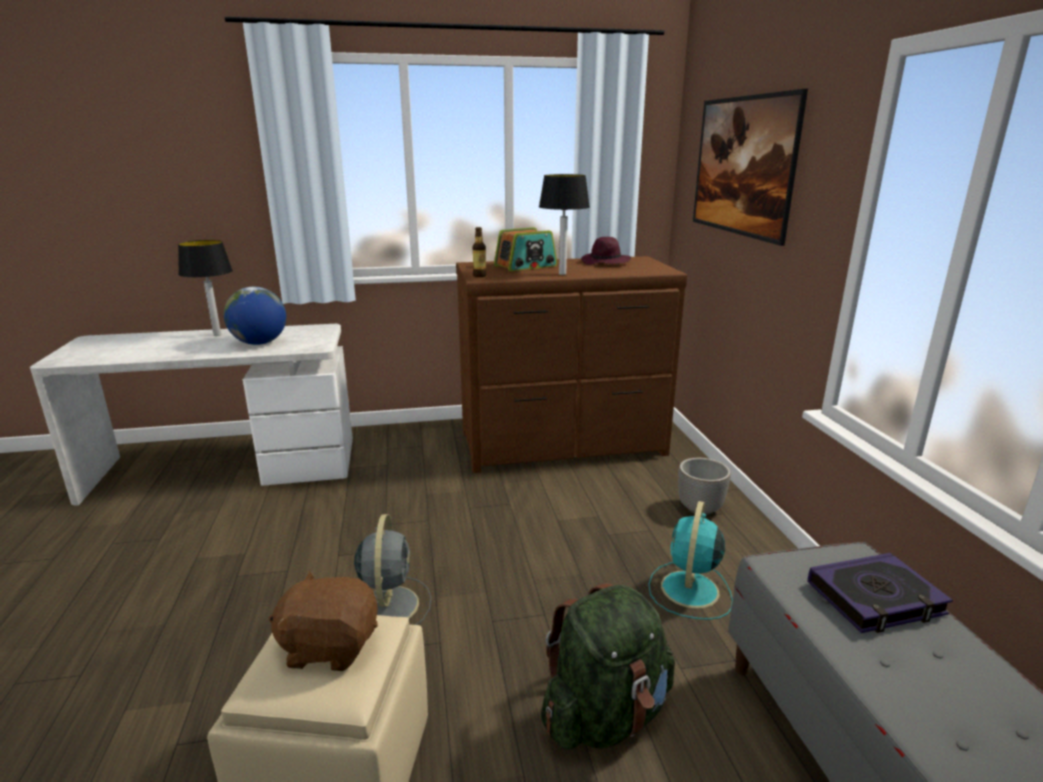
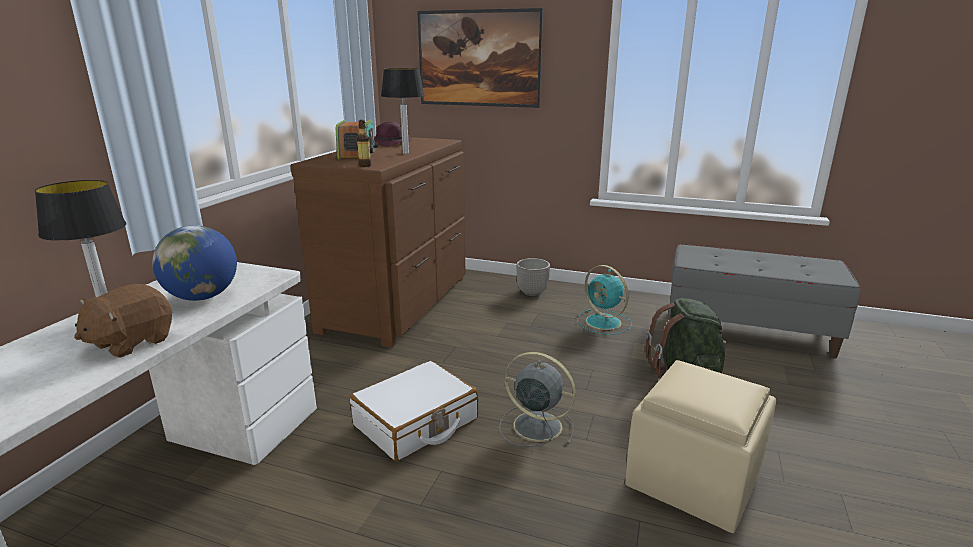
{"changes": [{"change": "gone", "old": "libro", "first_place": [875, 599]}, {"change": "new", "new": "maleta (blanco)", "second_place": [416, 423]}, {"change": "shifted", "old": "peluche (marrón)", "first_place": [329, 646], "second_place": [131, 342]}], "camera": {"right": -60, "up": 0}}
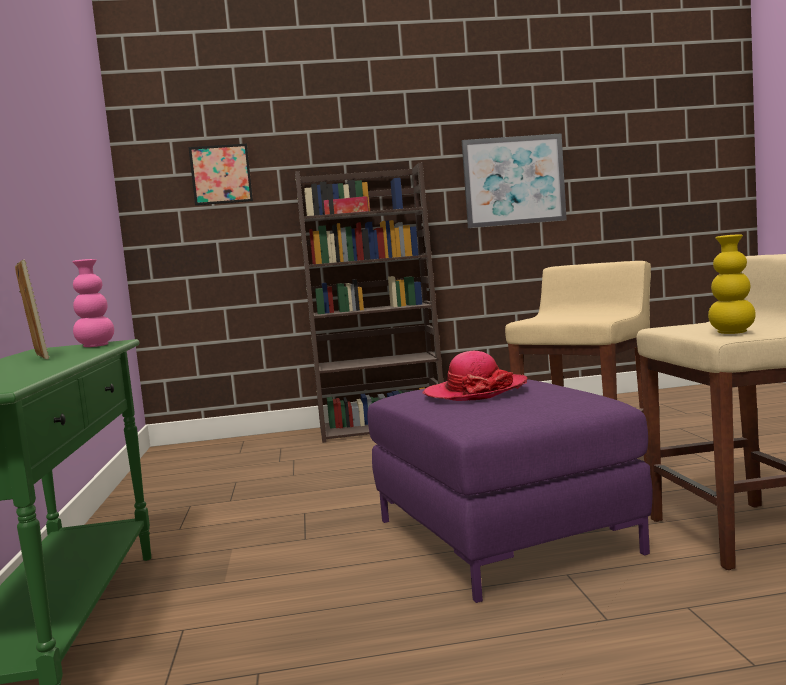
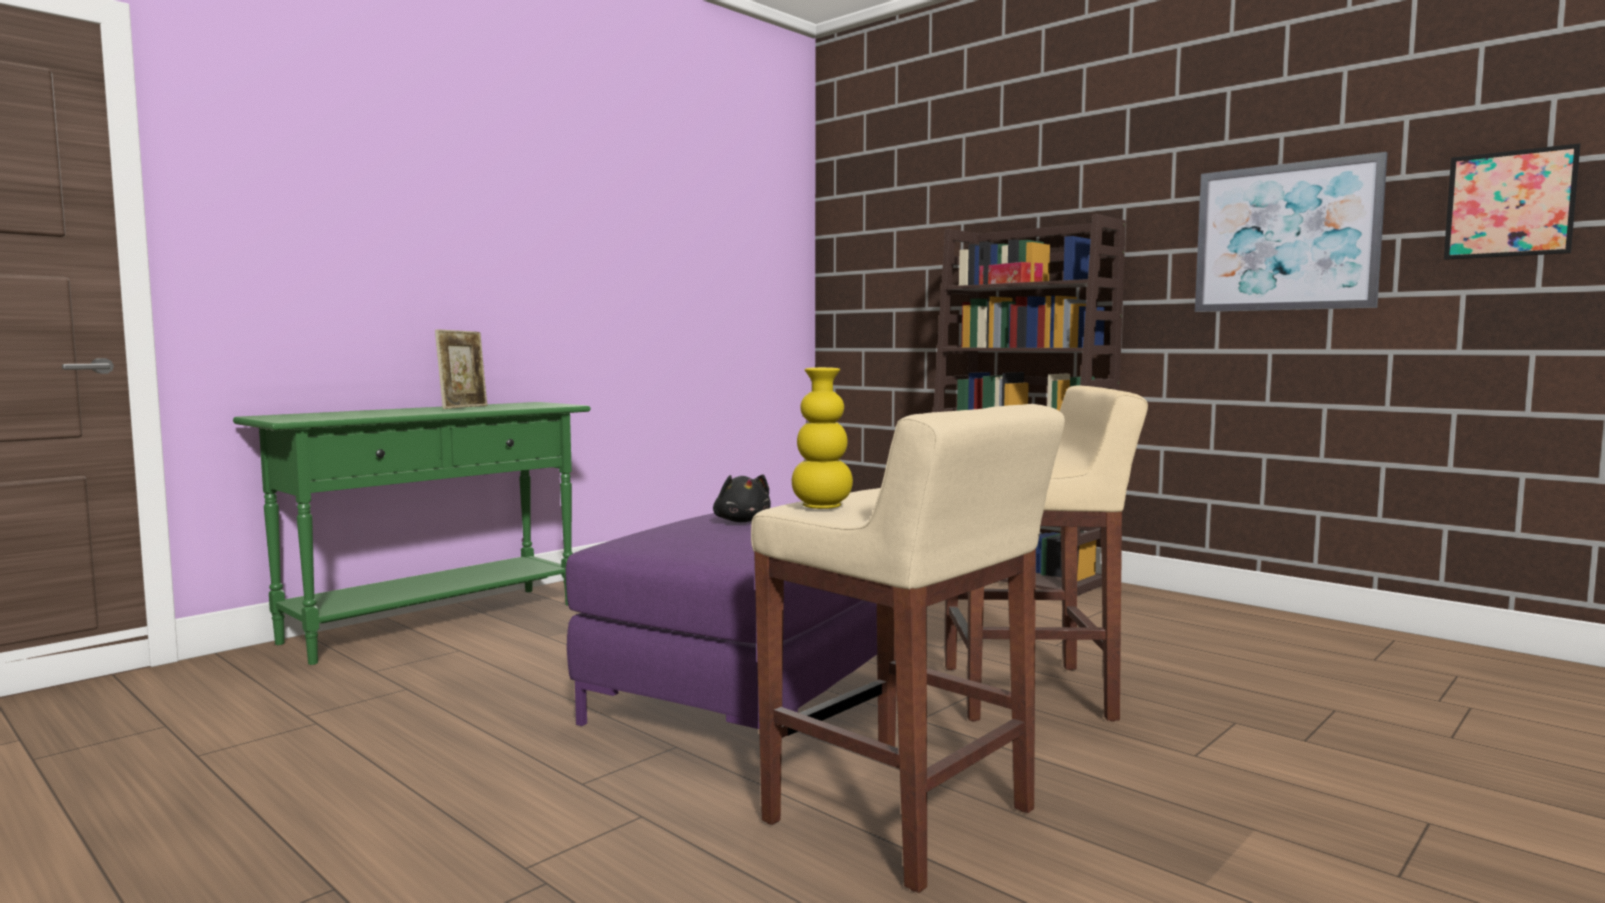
{"changes": [{"change": "gone", "old": "florero (rosa)", "first_place": [96, 346]}, {"change": "shifted", "old": "cuadro", "first_place": [221, 174], "second_place": [1509, 204]}, {"change": "swapped", "old": "sombrero", "new": "peluche (negro)", "first_place": [475, 392], "second_place": [741, 521]}], "camera": {"right": 50, "up": 0}}
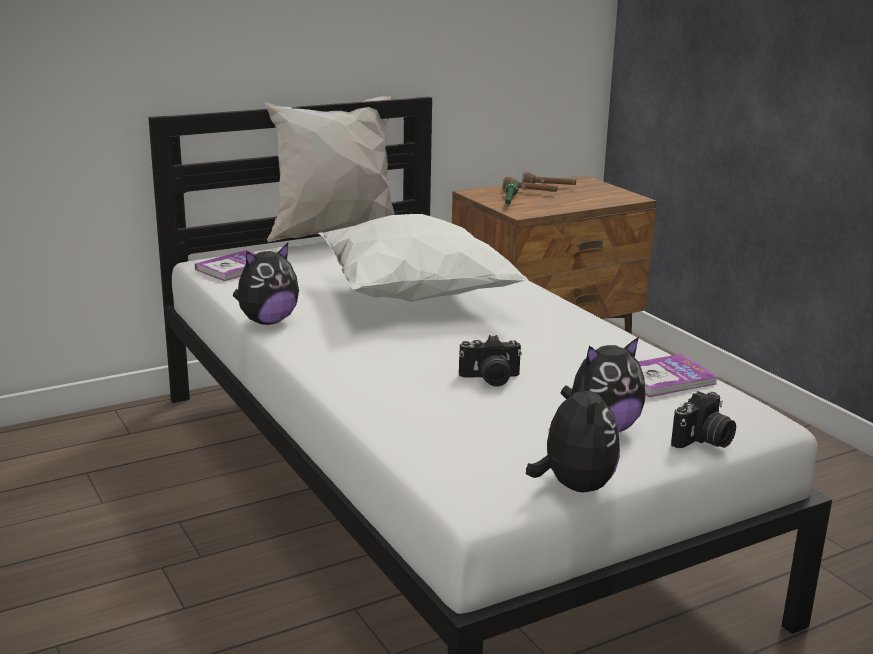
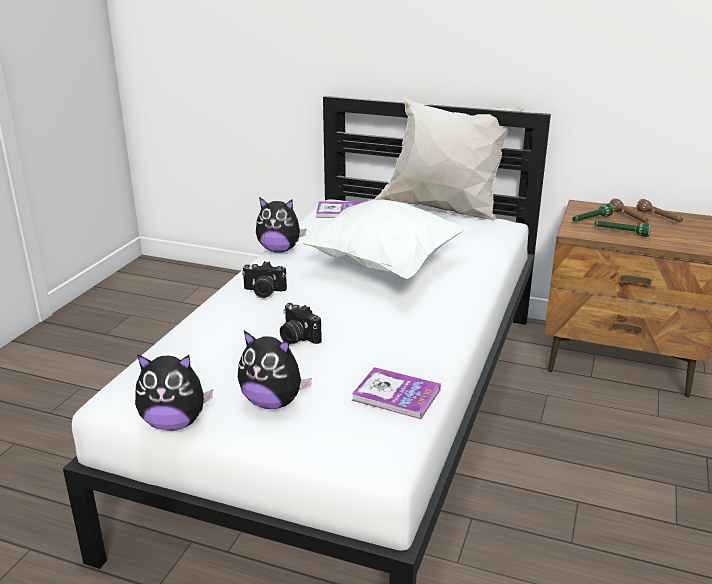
{"changes": [{"change": "new", "new": "linterna (verde)", "second_place": [621, 232]}, {"change": "shifted", "old": "cámara", "first_place": [703, 441], "second_place": [263, 292]}, {"change": "rotated", "old": "peluche", "first_place": [573, 486], "second_place": [174, 423], "degrees": 45}], "camera": {"right": 50, "up": 5}}
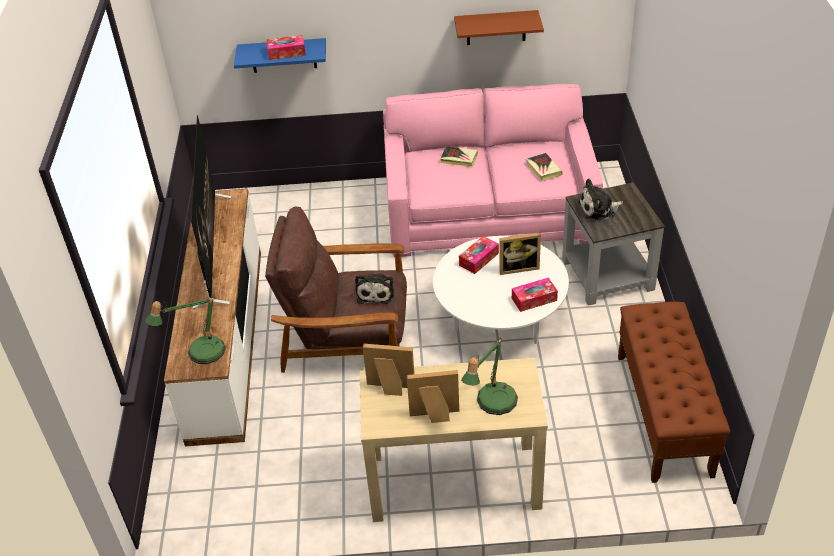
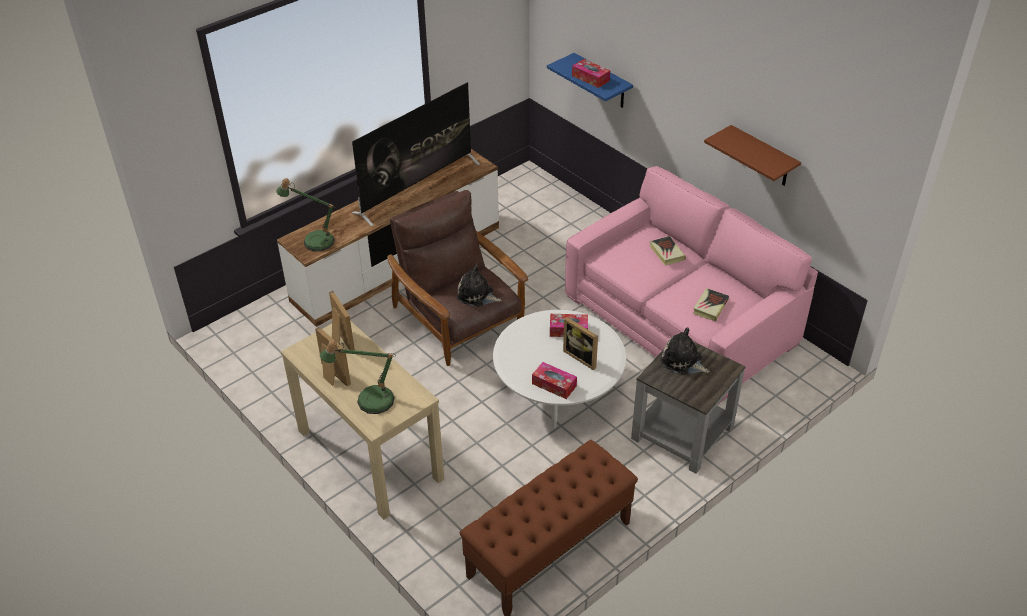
{"changes": [{"change": "rotated", "old": "peluche", "first_place": [376, 292], "second_place": [477, 295], "degrees": 60}], "camera": {"right": 50, "up": 0}}
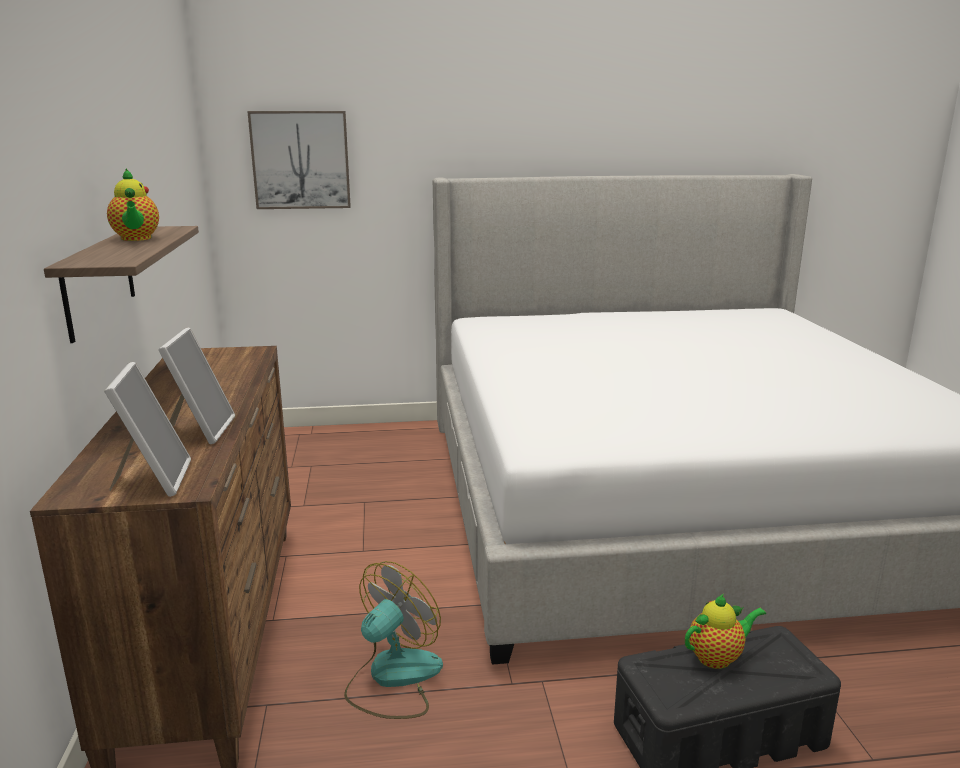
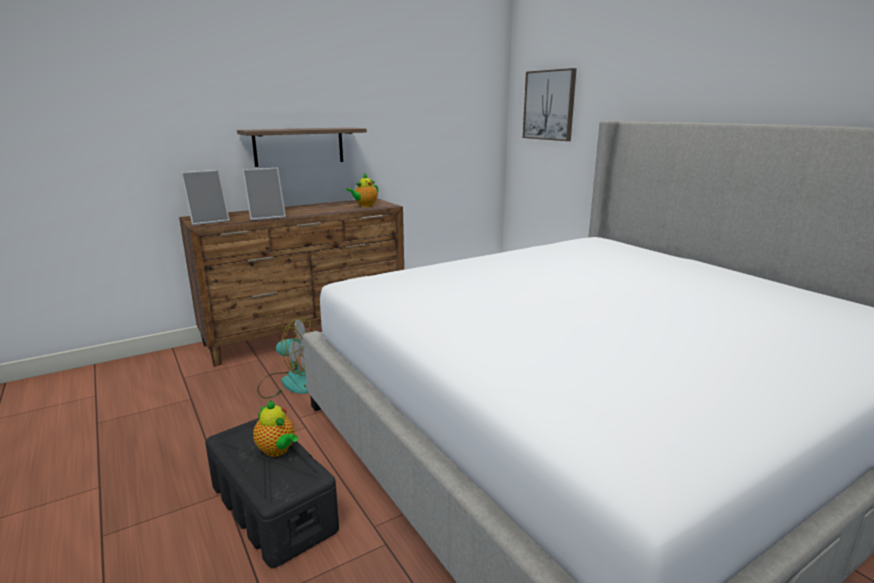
{"changes": [{"change": "shifted", "old": "tetera", "first_place": [136, 239], "second_place": [365, 205]}], "camera": {"right": 65, "up": 0}}
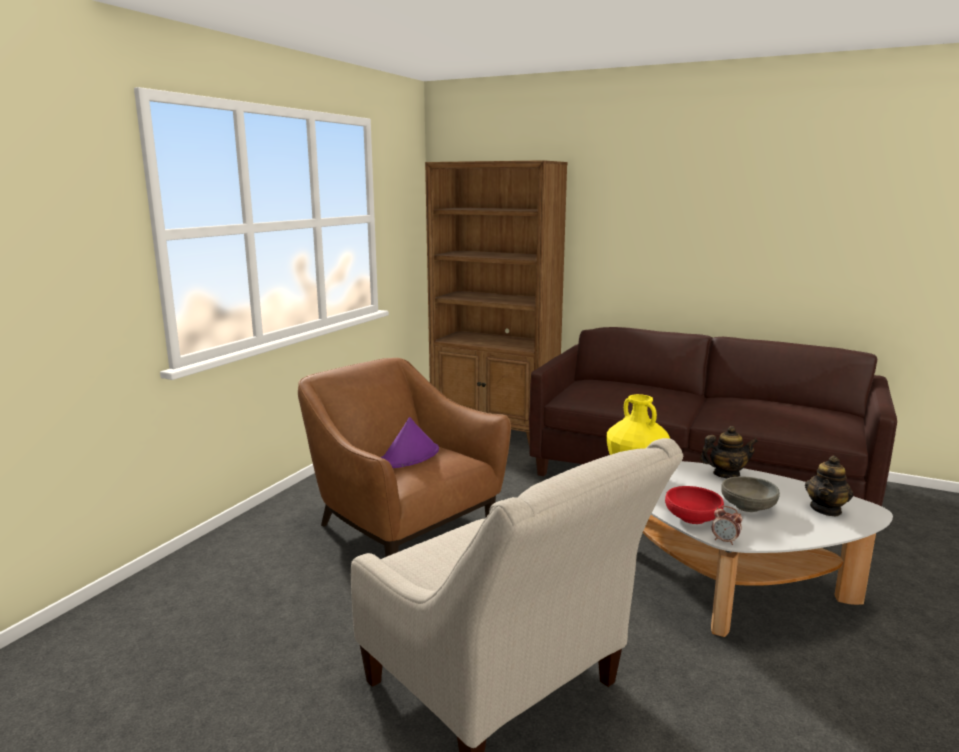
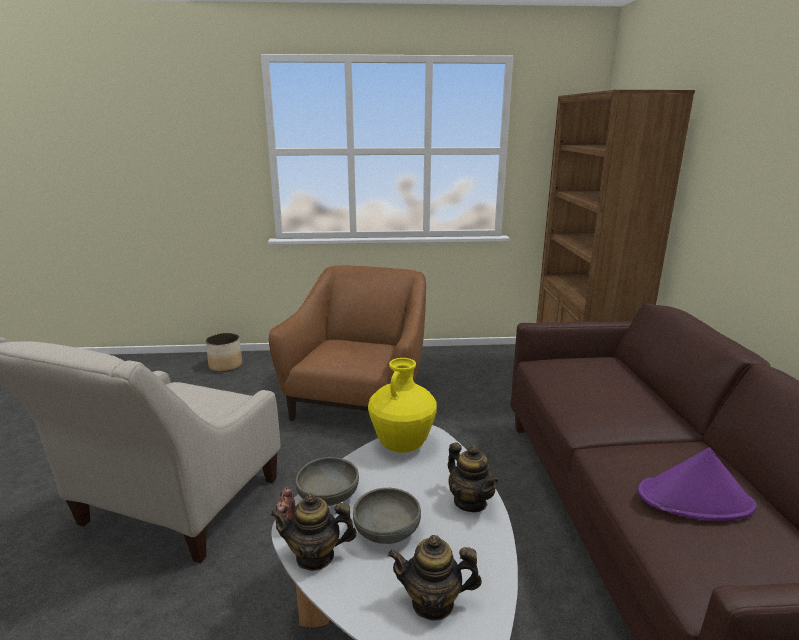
{"changes": [{"change": "new", "new": "maceta", "second_place": [226, 365]}, {"change": "new", "new": "tetera", "second_place": [315, 556]}, {"change": "shifted", "old": "sombrero (morado)", "first_place": [410, 456], "second_place": [695, 500]}, {"change": "repainted", "old": "cuenco (rojo)", "new": "cuenco (gris)", "first_place": [692, 518], "second_place": [328, 496]}], "camera": {"right": 60, "up": 5}}
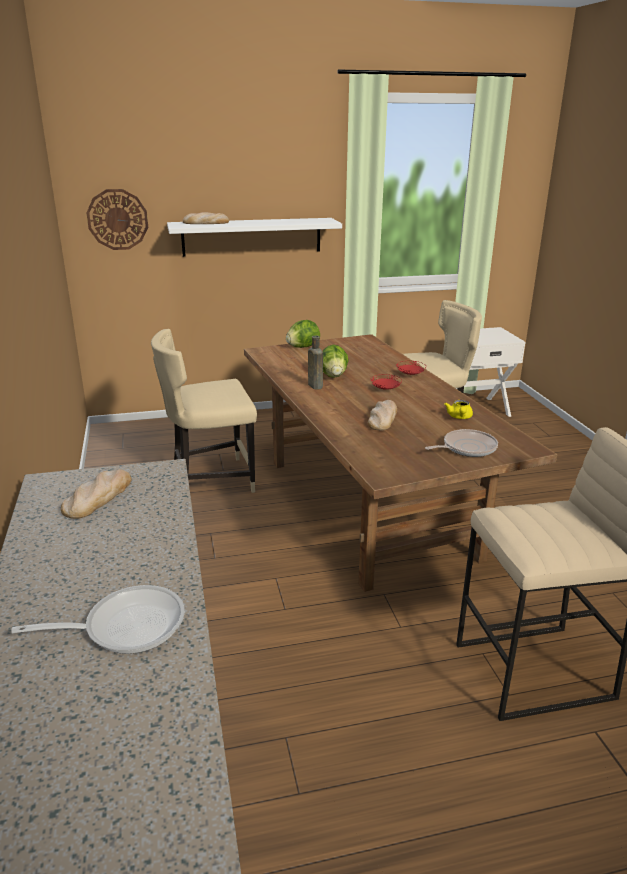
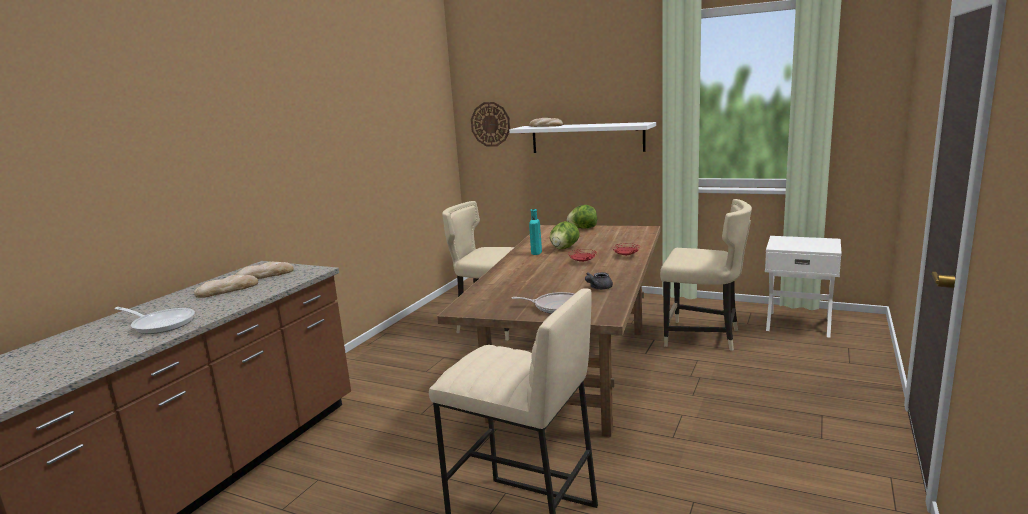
{"changes": [{"change": "shifted", "old": "pan", "first_place": [382, 418], "second_place": [227, 290]}, {"change": "repainted", "old": "botella (marrón)", "new": "botella (turquesa)", "first_place": [314, 385], "second_place": [536, 252]}, {"change": "repainted", "old": "tetera (amarillo)", "new": "tetera (gris)", "first_place": [459, 417], "second_place": [598, 288]}], "camera": {"right": 40, "up": -10}}
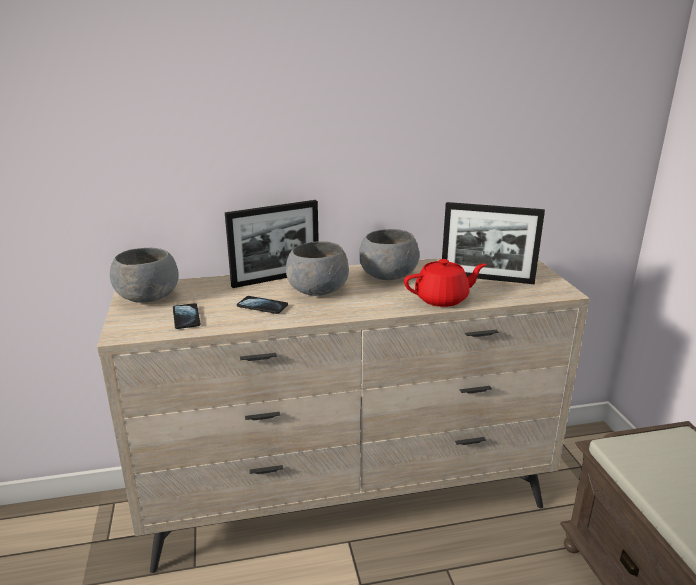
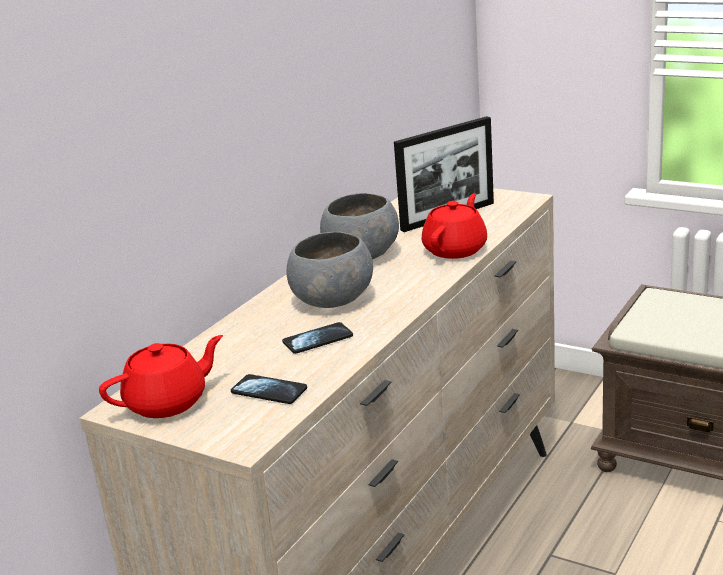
{"changes": [{"change": "gone", "old": "portarretratos", "first_place": [276, 278]}, {"change": "swapped", "old": "cuenco (gris)", "new": "tetera (rojo)", "first_place": [149, 297], "second_place": [168, 402]}], "camera": {"right": -45, "up": 0}}
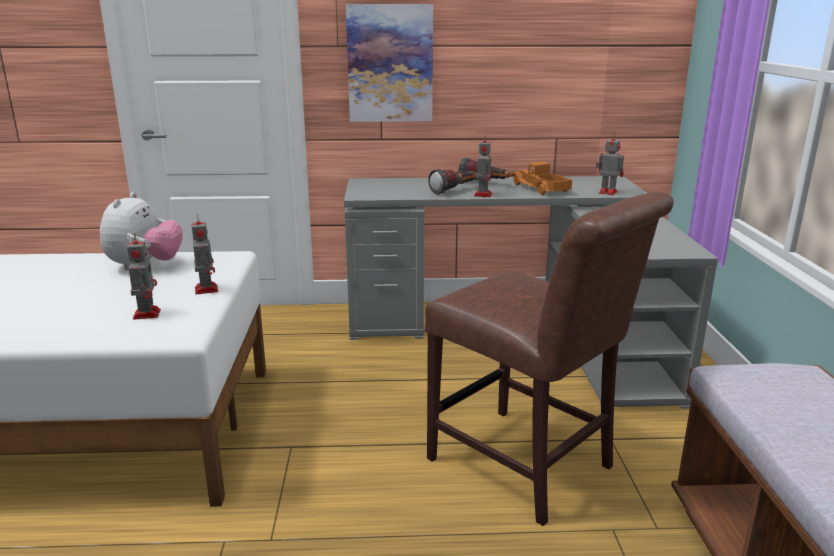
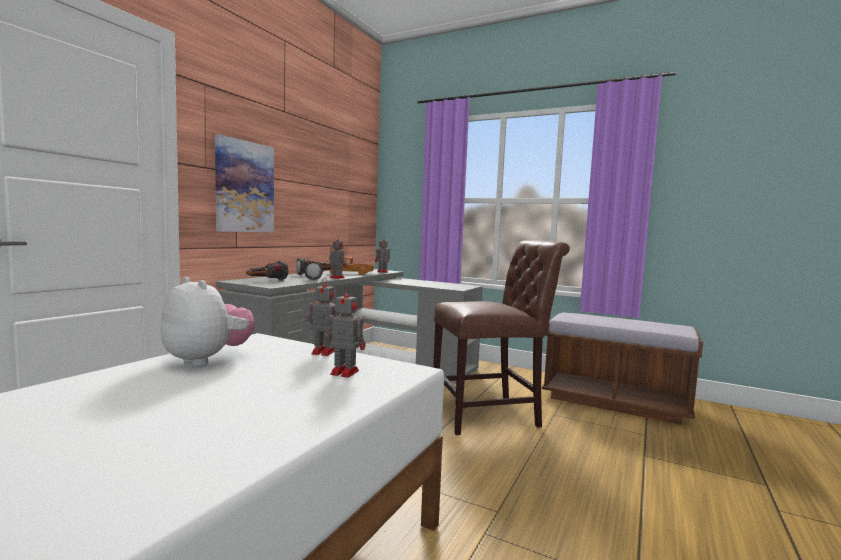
{"changes": [{"change": "new", "new": "linterna", "second_place": [266, 281]}], "camera": {"right": -60, "up": -15}}
